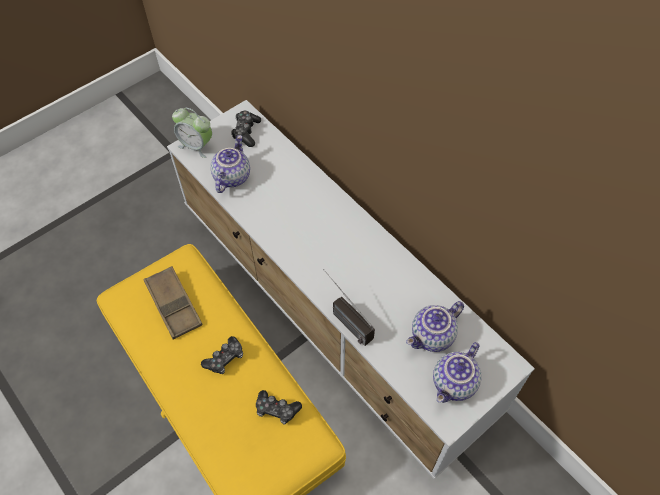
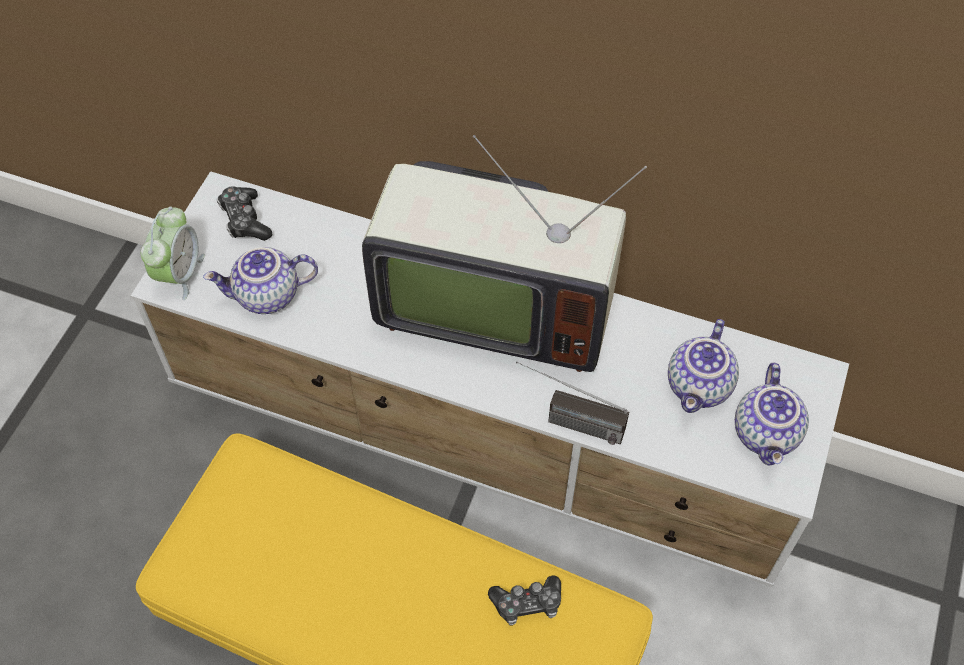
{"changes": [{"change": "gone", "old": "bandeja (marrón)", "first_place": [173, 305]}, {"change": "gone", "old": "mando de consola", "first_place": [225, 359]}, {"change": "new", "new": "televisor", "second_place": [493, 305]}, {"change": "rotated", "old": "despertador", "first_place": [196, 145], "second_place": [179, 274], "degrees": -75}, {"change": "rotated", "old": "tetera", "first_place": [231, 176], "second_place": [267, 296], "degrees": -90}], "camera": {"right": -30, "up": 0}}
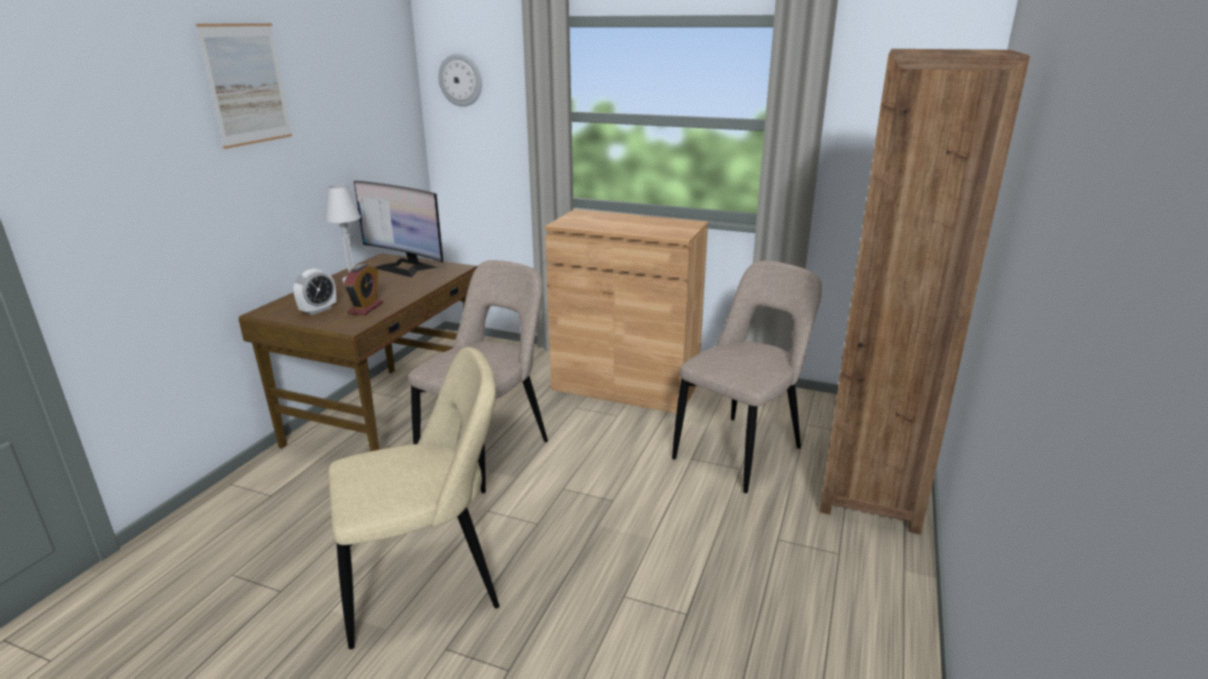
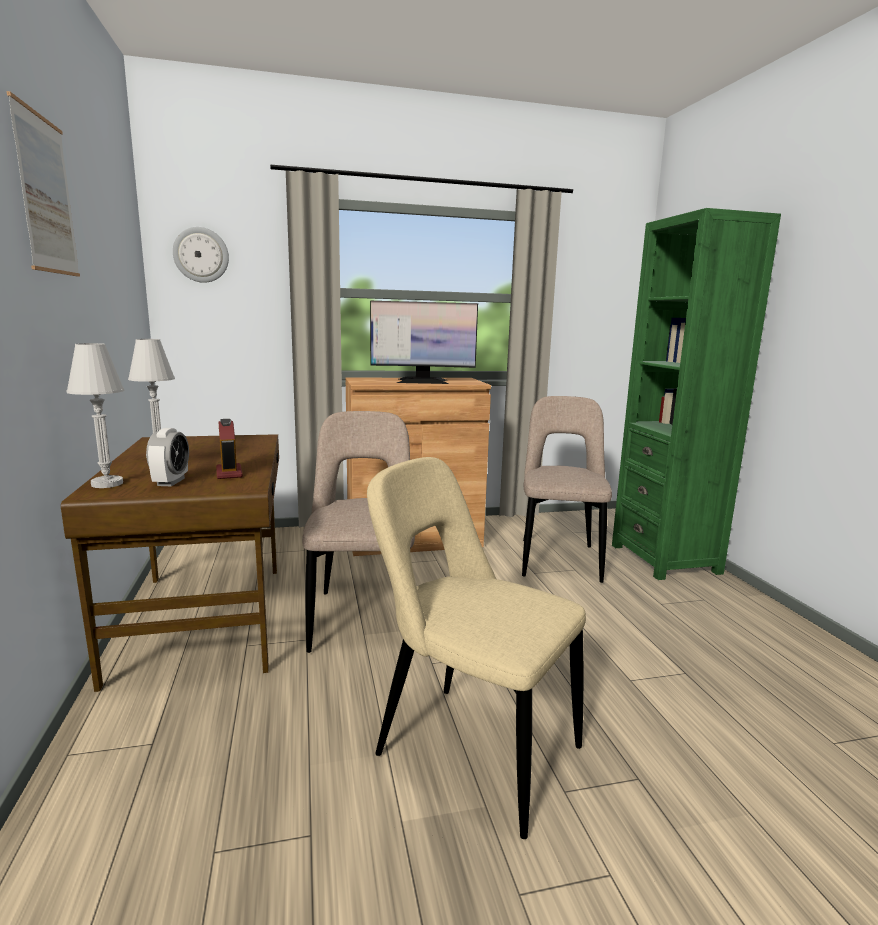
{"changes": [{"change": "new", "new": "lámpara de mesa (blanco)", "second_place": [107, 484]}, {"change": "shifted", "old": "monitor", "first_place": [405, 267], "second_place": [423, 381]}, {"change": "repainted", "old": "estantería (marrón)", "new": "estantería (verde)", "first_place": [871, 491], "second_place": [665, 559]}, {"change": "rotated", "old": "silla (beis)", "first_place": [428, 586], "second_place": [470, 748], "degrees": -90}], "camera": {"right": -35, "up": -10}}
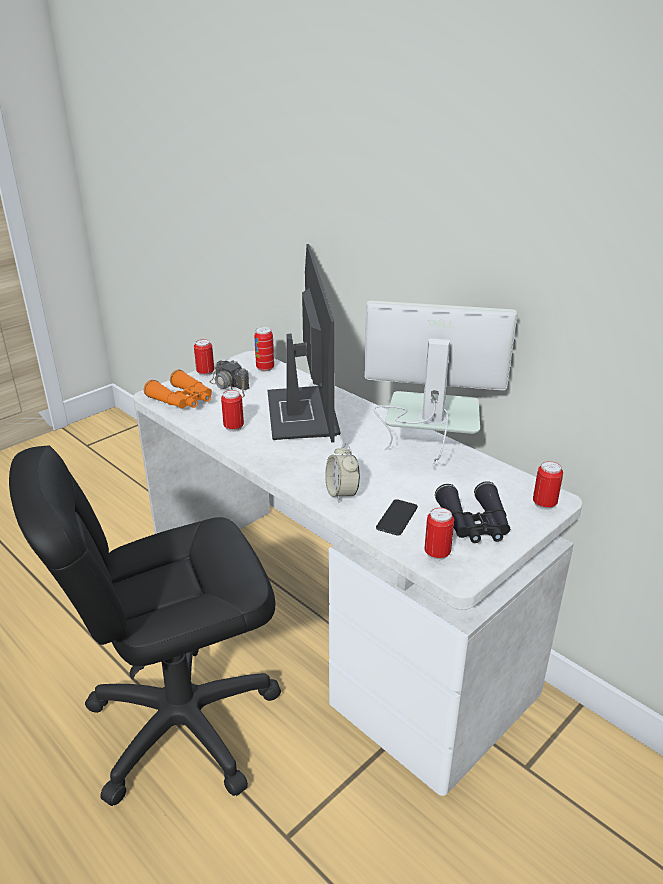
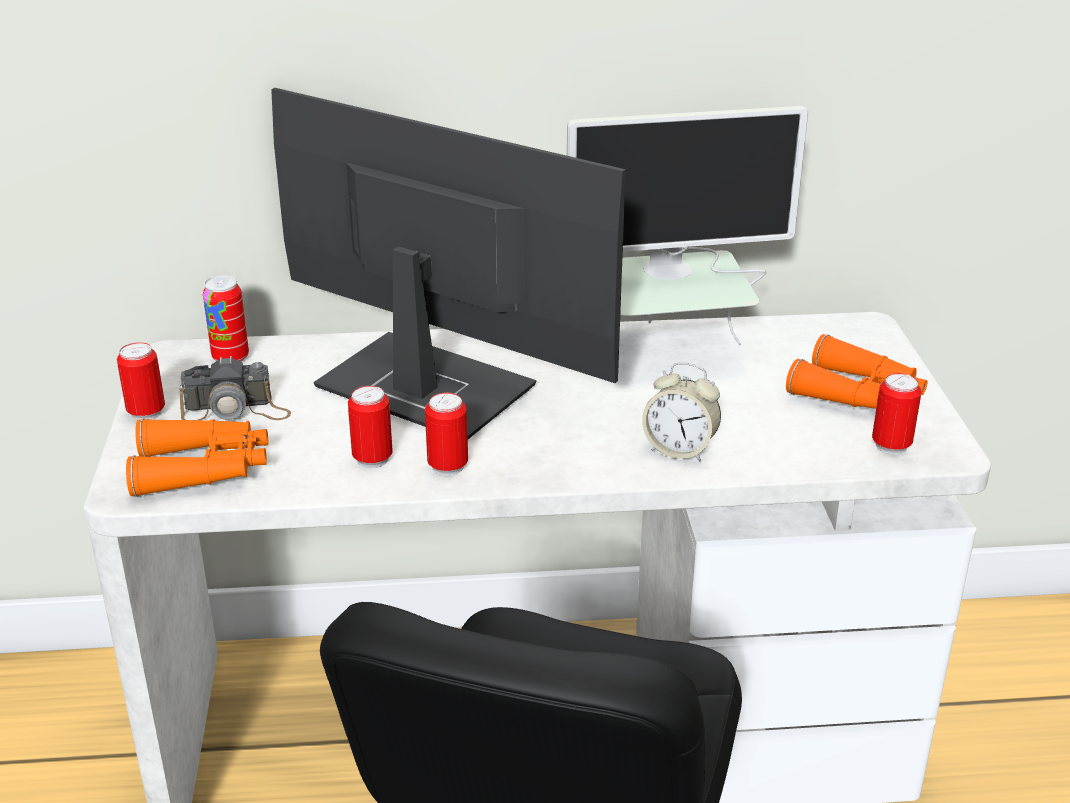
{"changes": [{"change": "gone", "old": "móvil", "first_place": [397, 518]}, {"change": "shifted", "old": "lata", "first_place": [544, 504], "second_place": [448, 466]}, {"change": "repainted", "old": "prismáticos (negro)", "new": "prismáticos (naranja)", "first_place": [474, 524], "second_place": [858, 395]}, {"change": "rotated", "old": "monitor", "first_place": [428, 454], "second_place": [670, 351], "degrees": -150}], "camera": {"right": -50, "up": 0}}
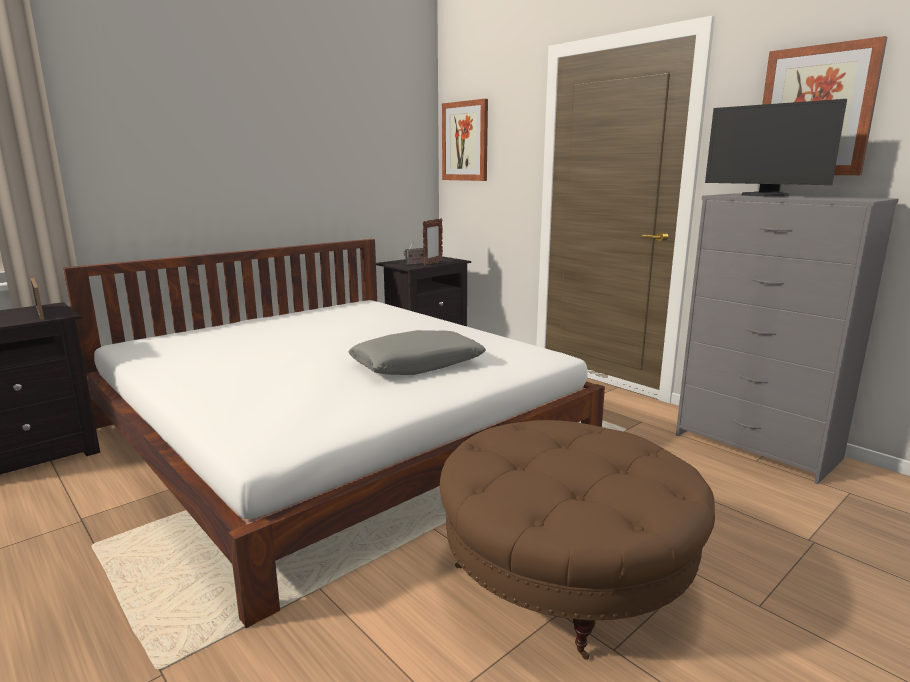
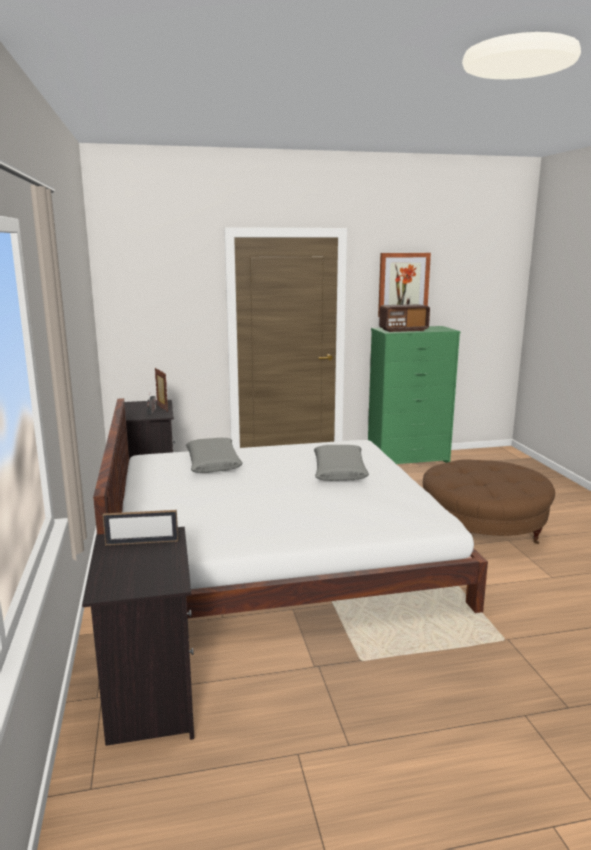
{"changes": [{"change": "gone", "old": "cuadro", "first_place": [465, 141]}, {"change": "new", "new": "cojín (gris)", "second_place": [213, 463]}, {"change": "swapped", "old": "monitor", "new": "radio", "first_place": [764, 195], "second_place": [403, 330]}, {"change": "repainted", "old": "cómoda (gris)", "new": "cómoda (verde)", "first_place": [757, 447], "second_place": [408, 461]}], "camera": {"right": -60, "up": 0}}
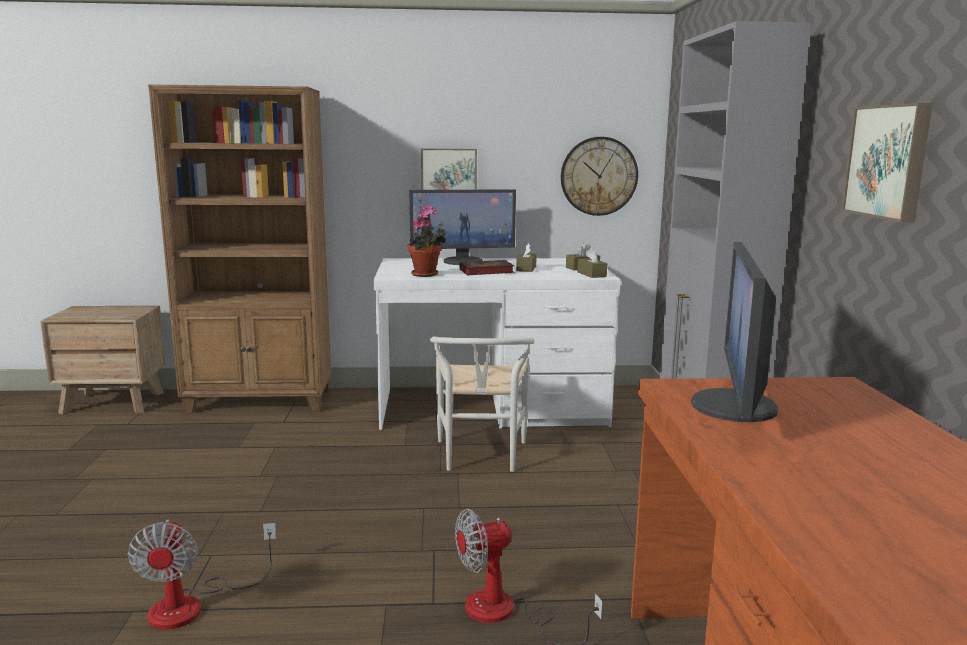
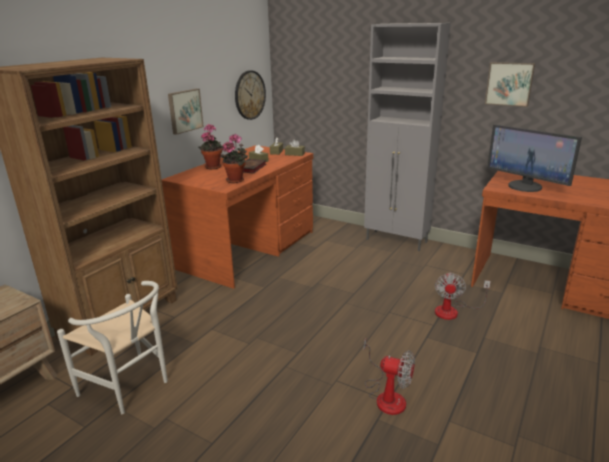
{"changes": [{"change": "shifted", "old": "silla (blanco)", "first_place": [480, 458], "second_place": [130, 387]}, {"change": "swapped", "old": "monitor", "new": "planta en maceta", "first_place": [463, 261], "second_place": [213, 166]}, {"change": "repainted", "old": "escritorio (blanco)", "new": "escritorio (marrón)", "first_place": [492, 407], "second_place": [249, 249]}], "camera": {"right": -55, "up": 10}}
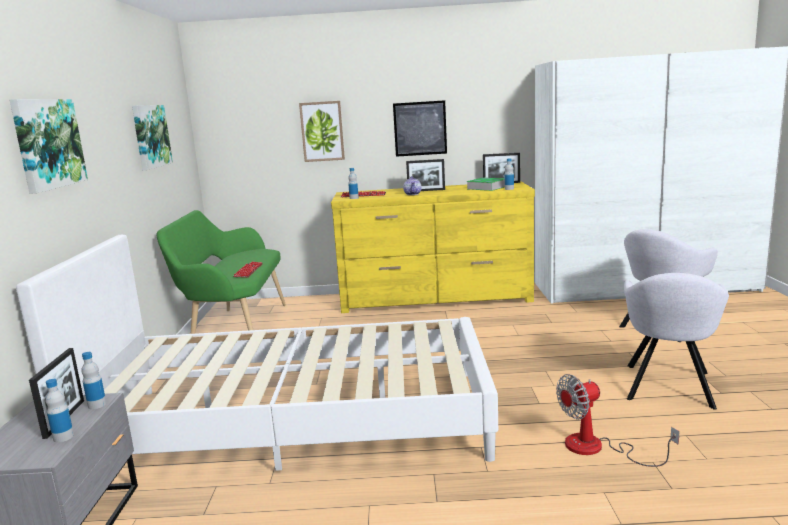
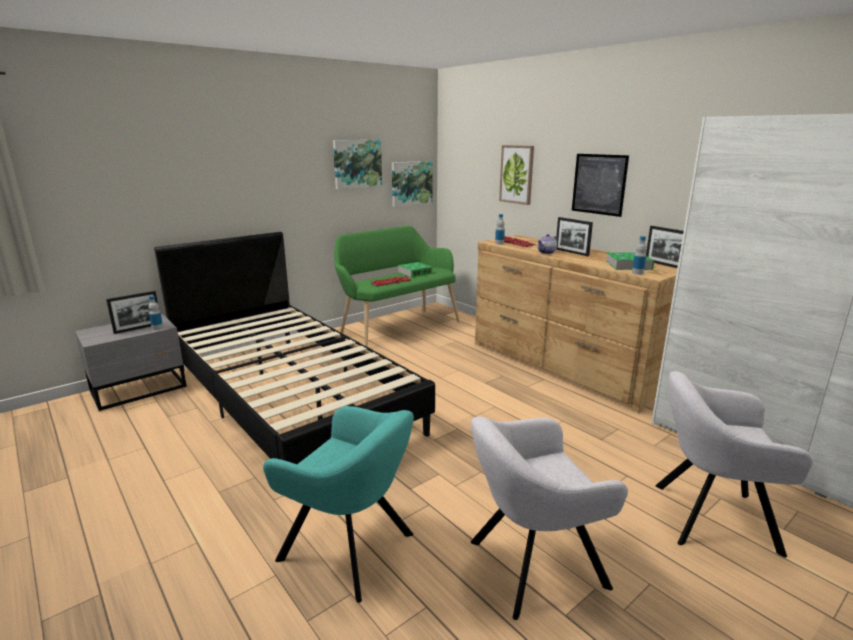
{"changes": [{"change": "gone", "old": "botella", "first_place": [63, 437]}, {"change": "new", "new": "libro", "second_place": [414, 272]}, {"change": "shifted", "old": "cuadro", "first_place": [48, 143], "second_place": [411, 183]}, {"change": "swapped", "old": "ventilador", "new": "sillón (turquesa)", "first_place": [597, 448], "second_place": [351, 549]}, {"change": "repainted", "old": "cama (blanco)", "new": "cama (negro)", "first_place": [294, 421], "second_place": [289, 398]}, {"change": "repainted", "old": "cómoda (amarillo)", "new": "cómoda (marrón)", "first_place": [436, 298], "second_place": [563, 366]}], "camera": {"right": 50, "up": 5}}
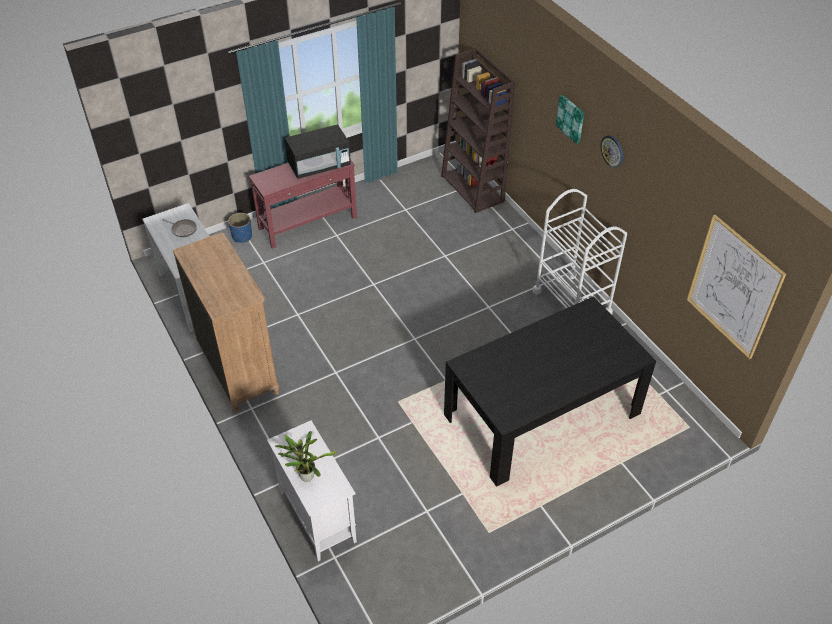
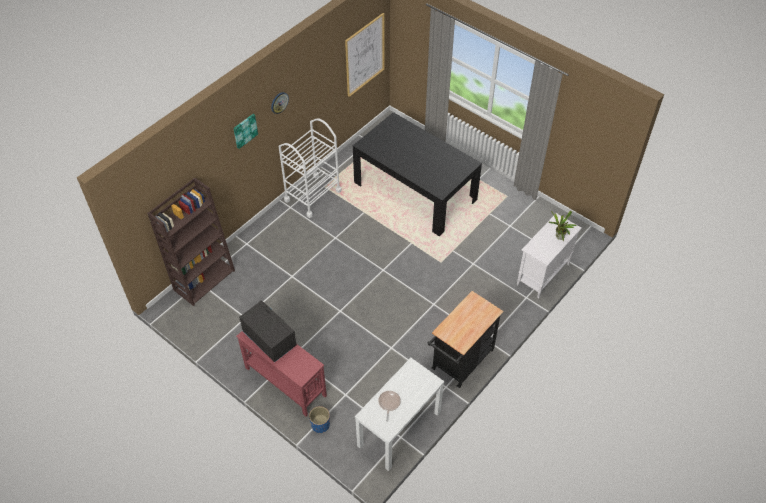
{"changes": [{"change": "swapped", "old": "cómoda (marrón)", "new": "carrito (negro)", "first_place": [238, 370], "second_place": [460, 363]}], "camera": {"right": -110, "up": 5}}
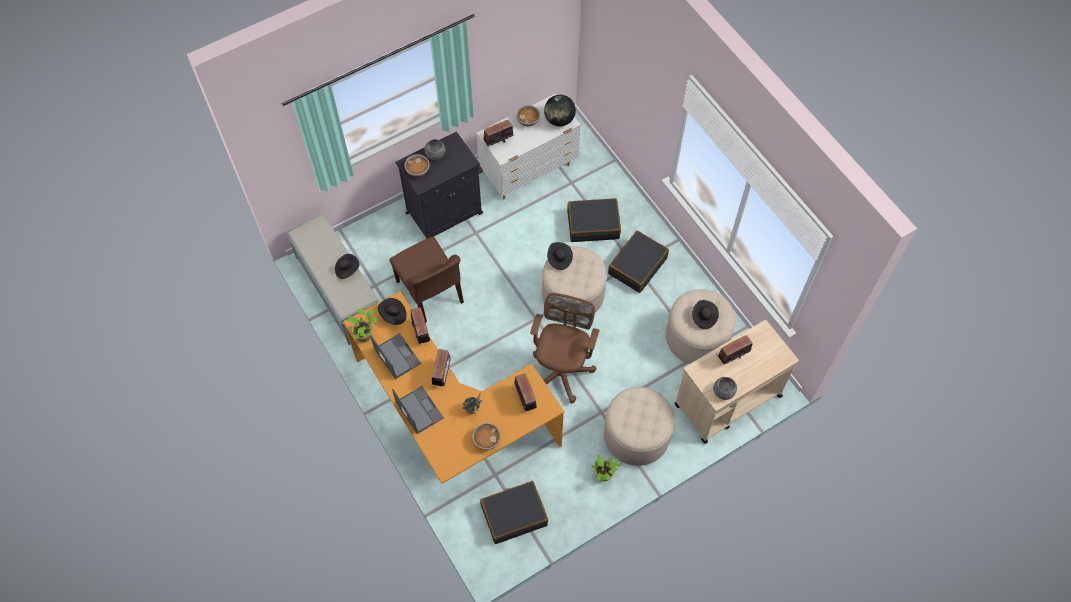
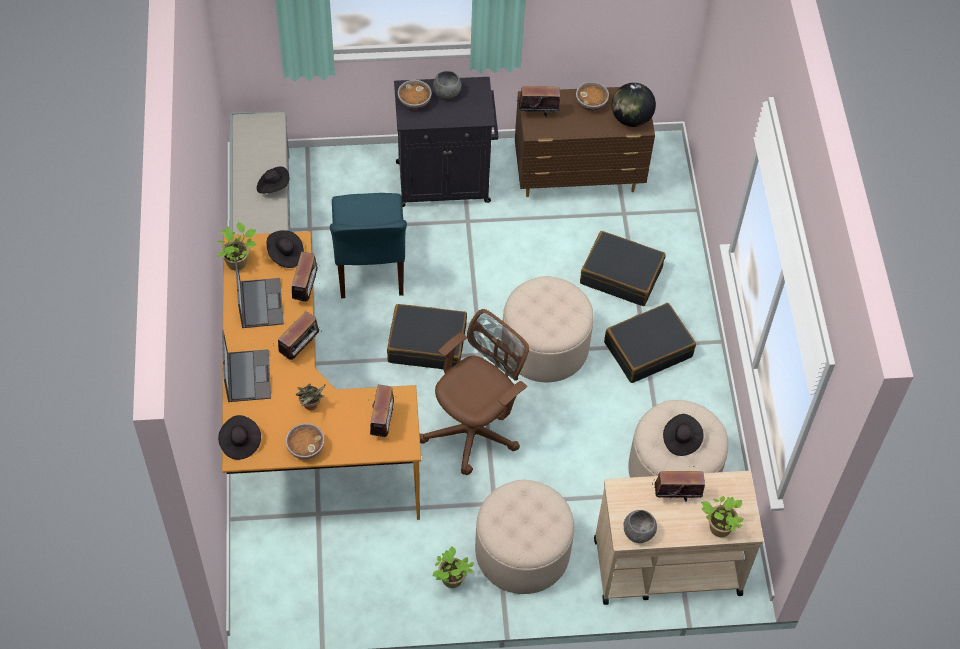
{"changes": [{"change": "new", "new": "planta en maceta", "second_place": [718, 528]}, {"change": "shifted", "old": "maleta (negro)", "first_place": [514, 515], "second_place": [427, 343]}, {"change": "shifted", "old": "sombrero (negro)", "first_place": [559, 259], "second_place": [240, 442]}, {"change": "repainted", "old": "silla (marrón)", "new": "silla (azul)", "first_place": [430, 293], "second_place": [370, 267]}, {"change": "repainted", "old": "cómoda (blanco)", "new": "cómoda (marrón)", "first_place": [529, 171], "second_place": [579, 177]}], "camera": {"right": 25, "up": -5}}
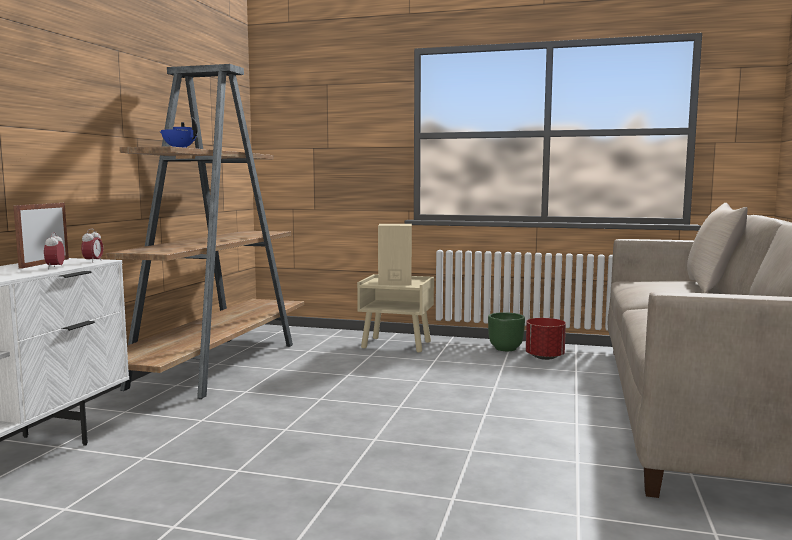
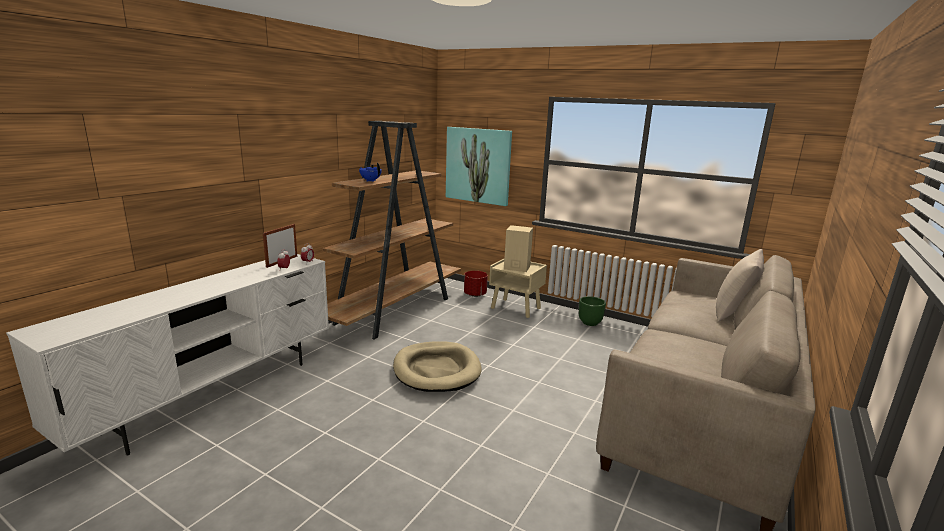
{"changes": [{"change": "new", "new": "cama para perro (beis)", "second_place": [436, 370]}, {"change": "new", "new": "cuadro", "second_place": [478, 165]}, {"change": "shifted", "old": "maceta (rojo)", "first_place": [544, 357], "second_place": [474, 294]}], "camera": {"right": 15, "up": 10}}
